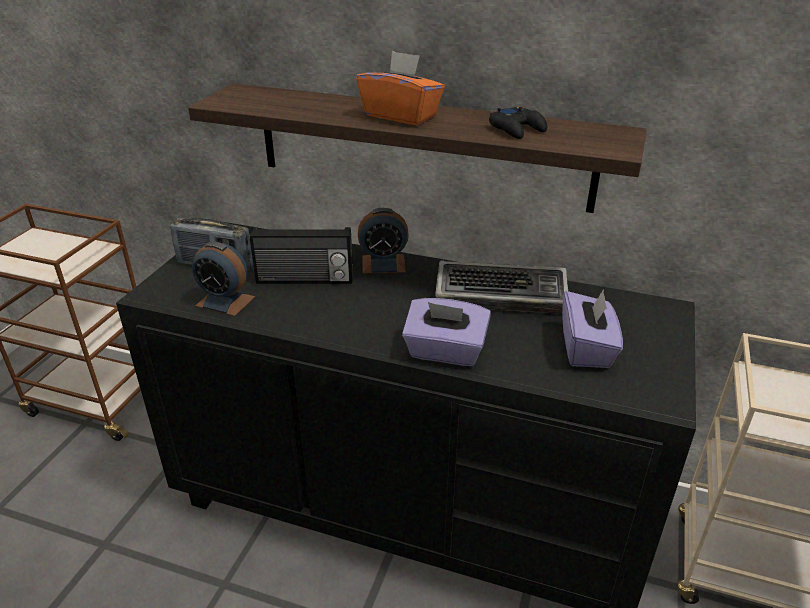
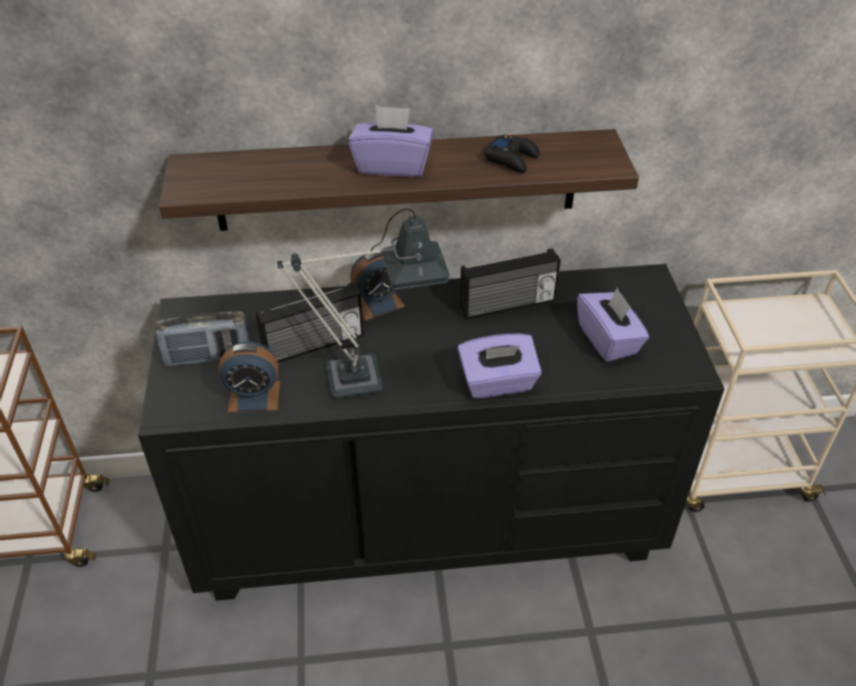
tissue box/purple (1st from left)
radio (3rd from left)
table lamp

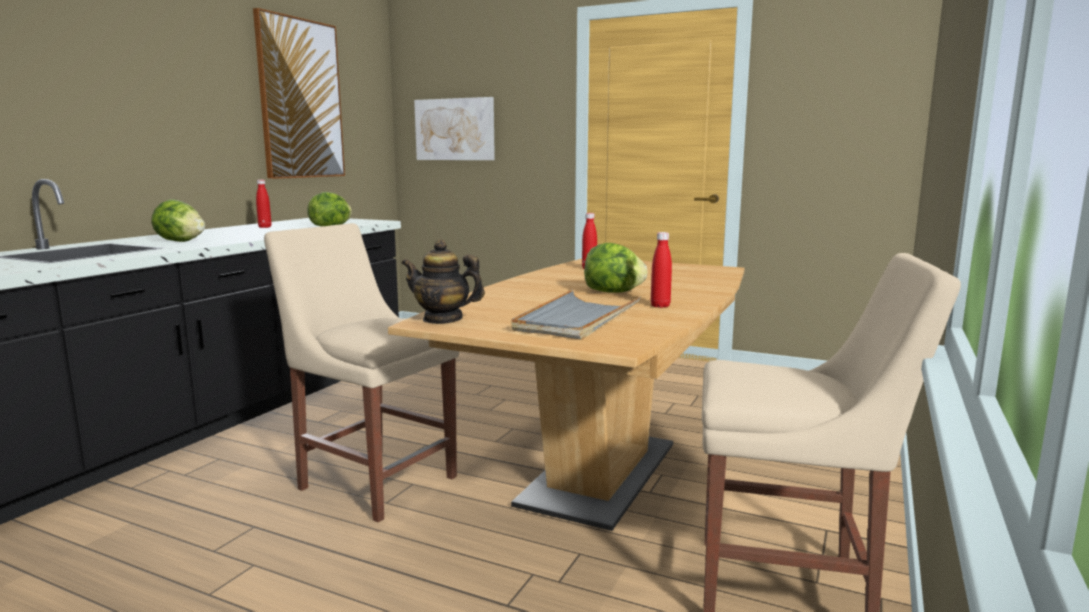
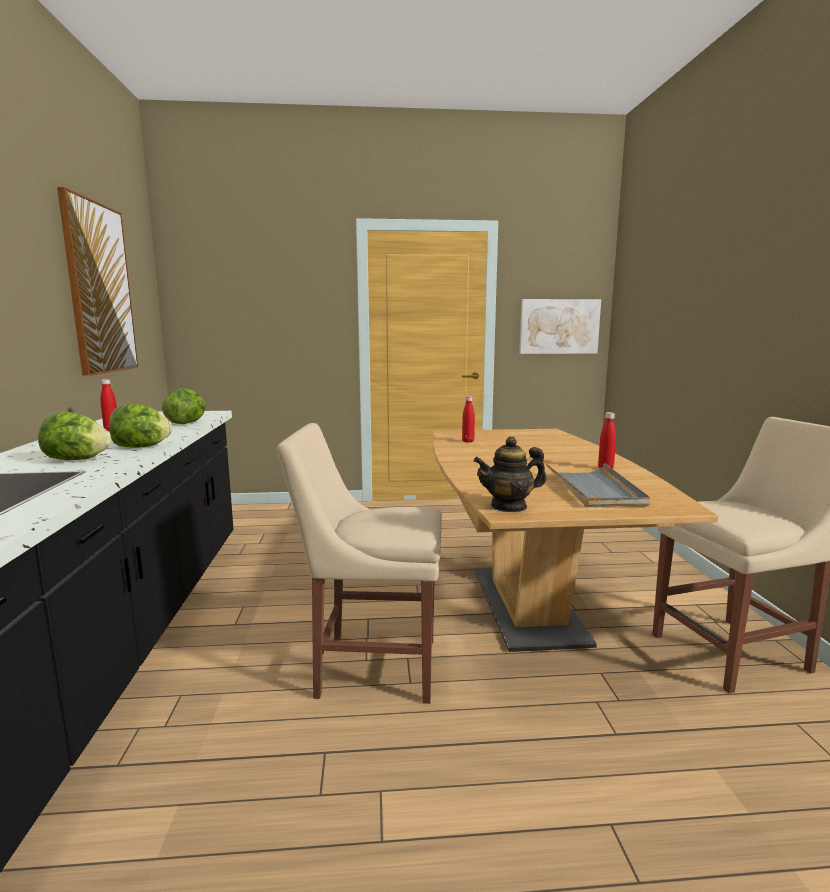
picture (2nd from left)
lettuce (2nd from left)

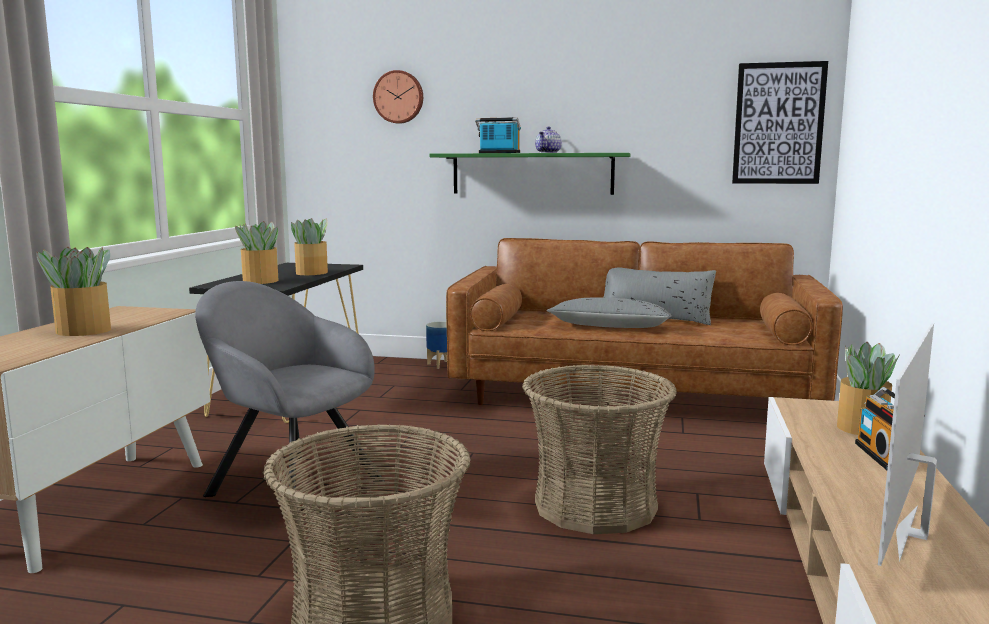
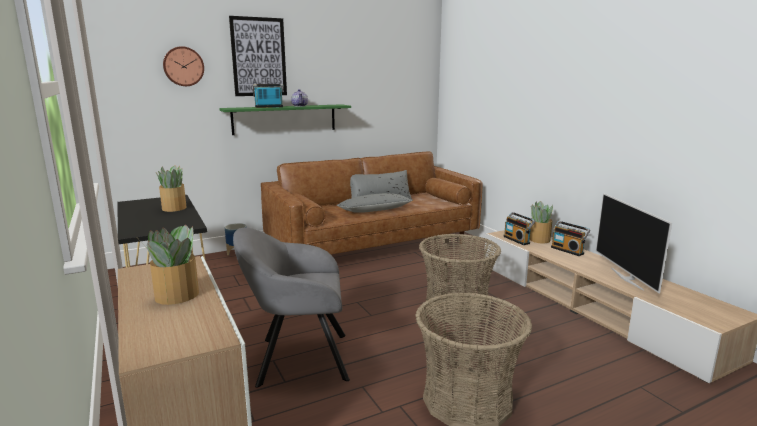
potted plant (2nd from left in the first image)
picture
radio (2nd from left)

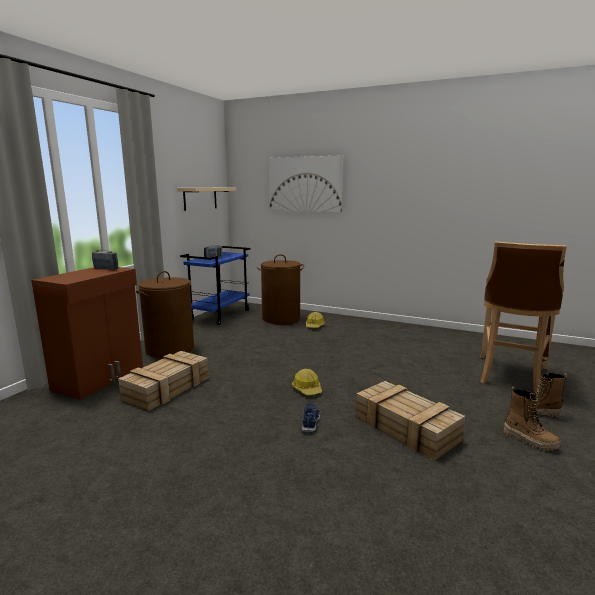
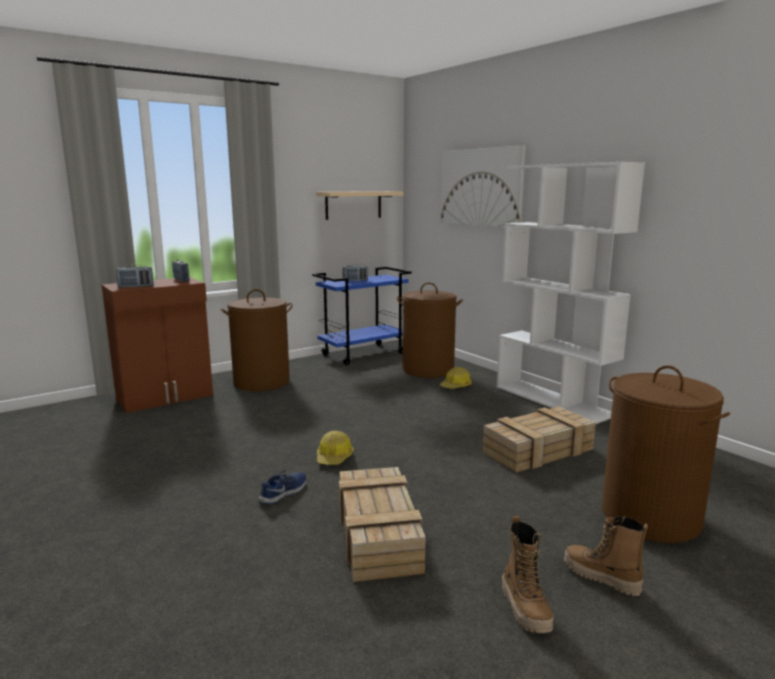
crate (2nd from left)
laundry basket/brown (3rd from left)
radio (1st from left)
bookcase/white

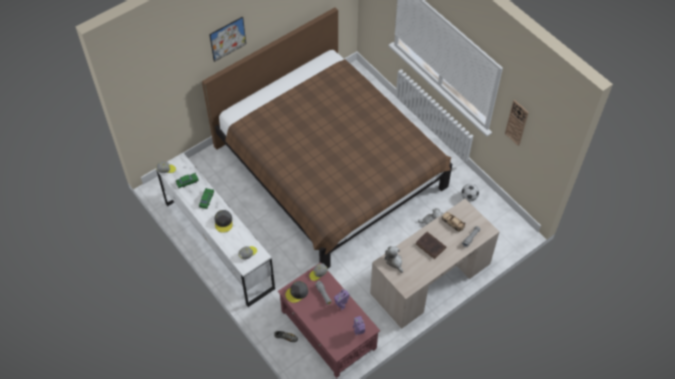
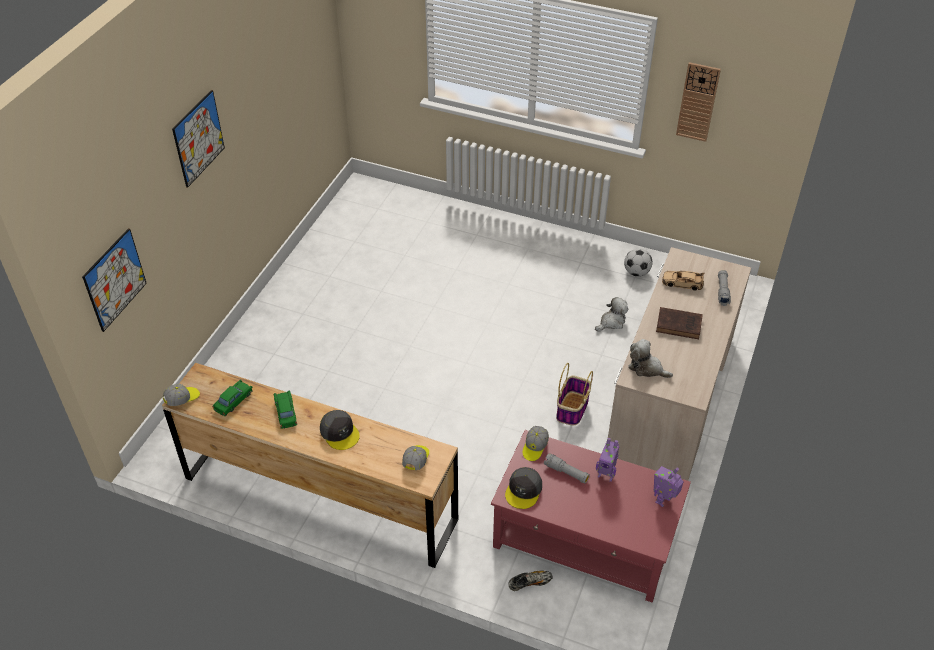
dresser/brown
bed/brown
picture (1st from left)
basket

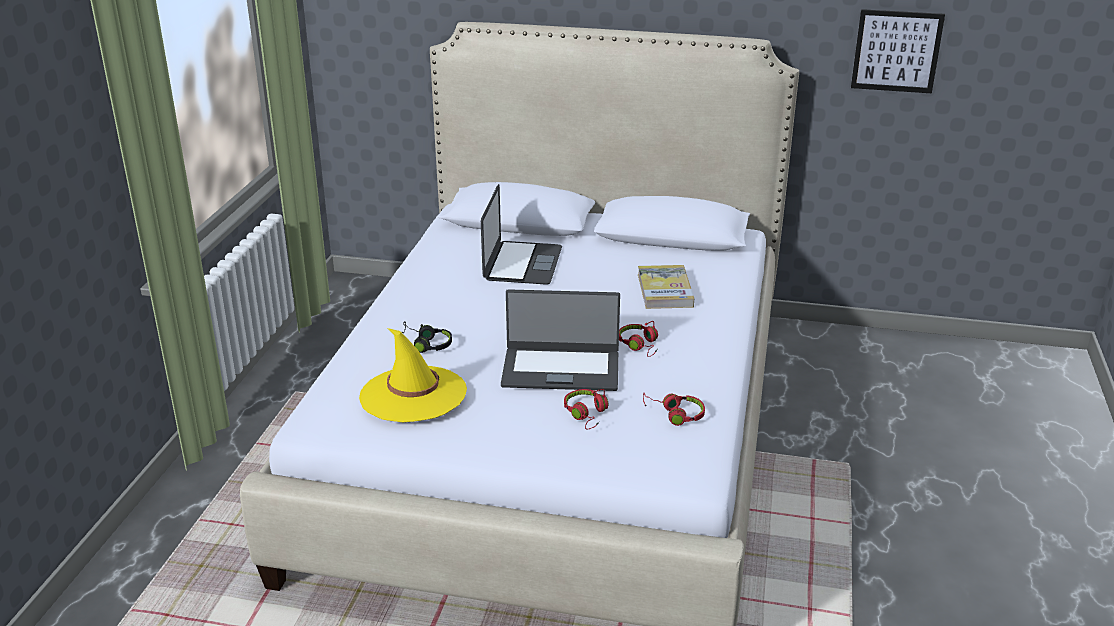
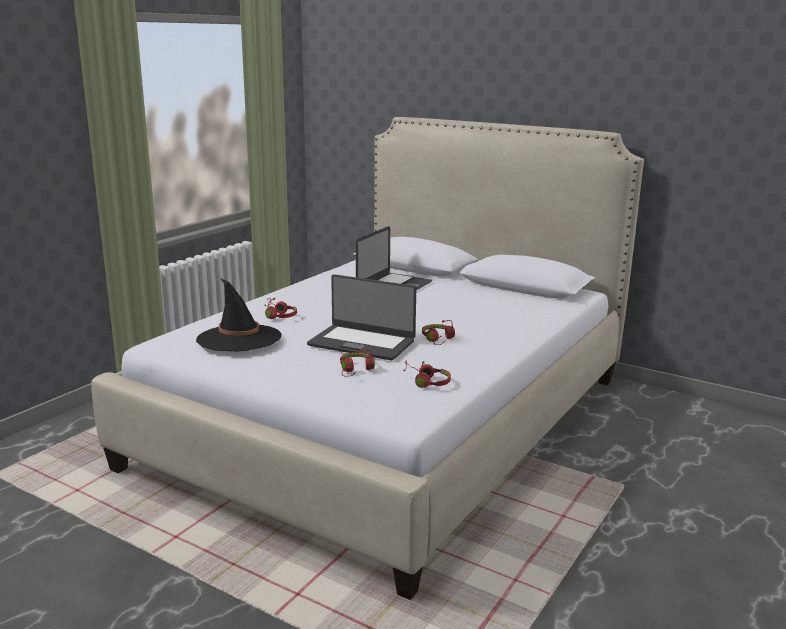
hat/black
headphones/red (1st from left)
book
picture

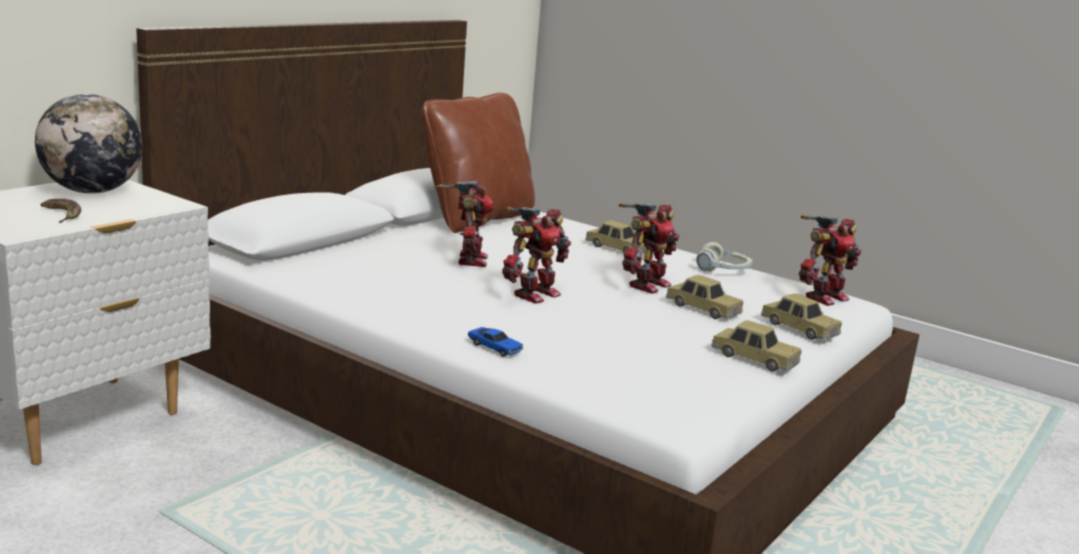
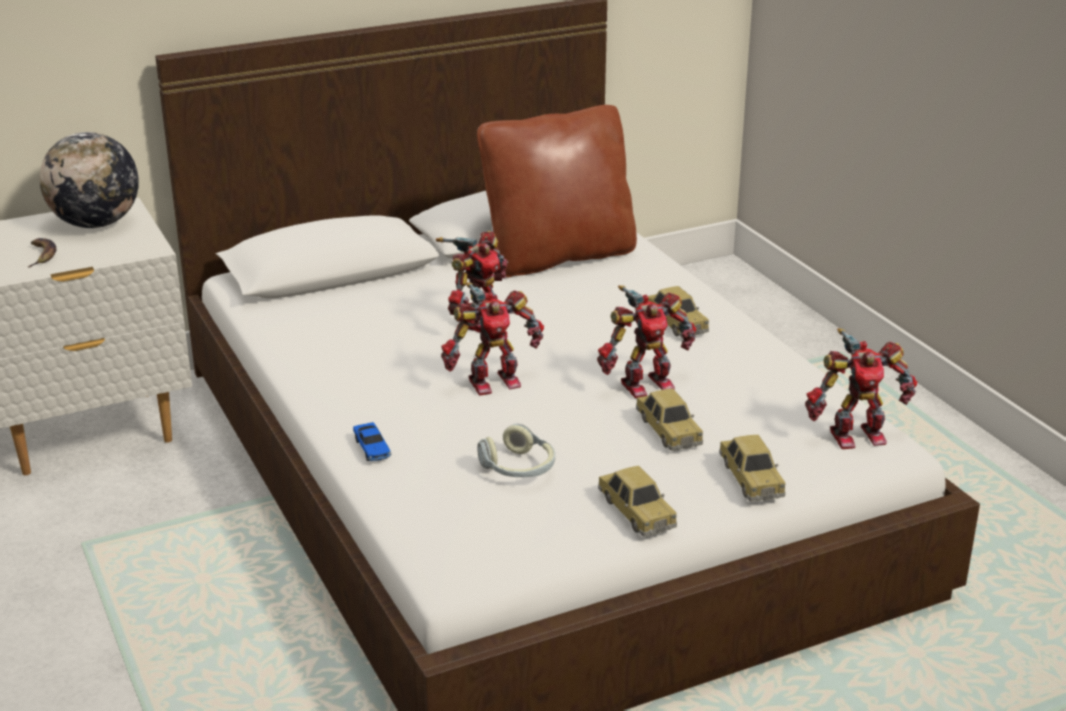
headphones

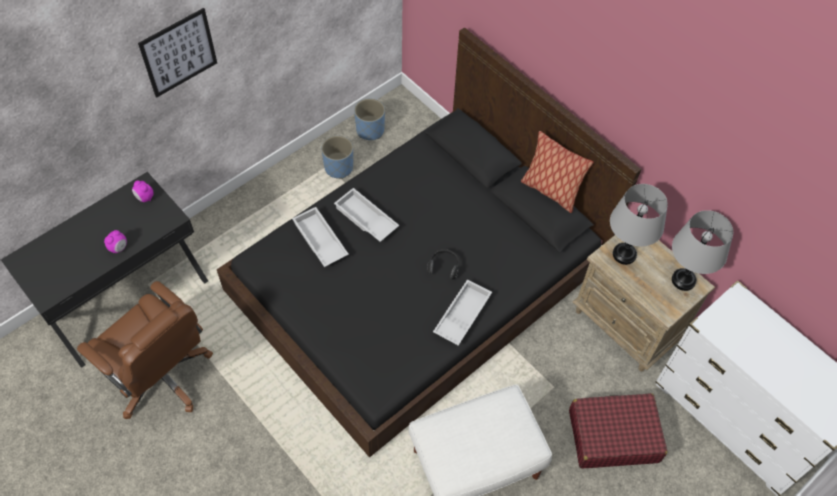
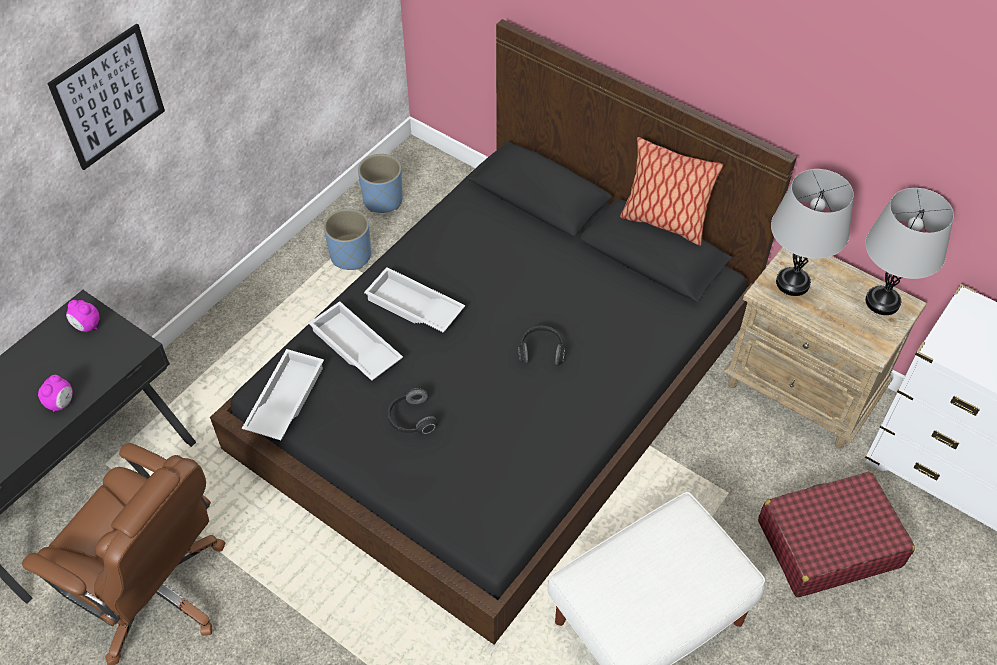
tray/white (1st from left)
headphones (1st from left)

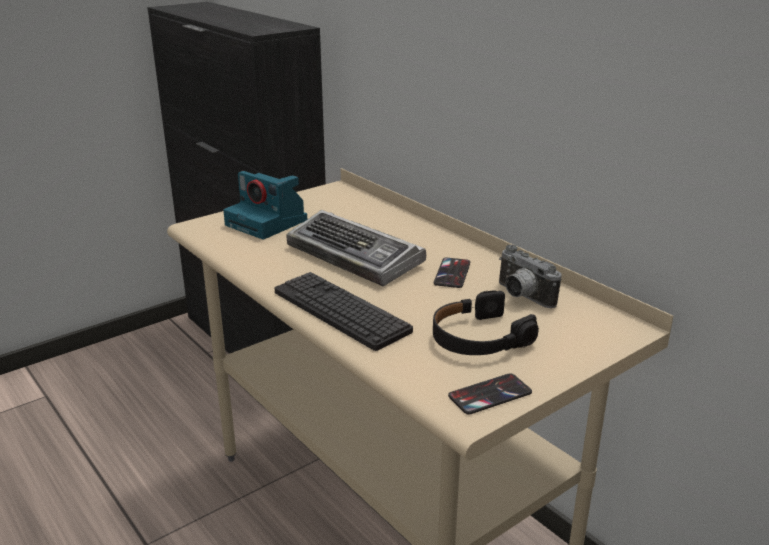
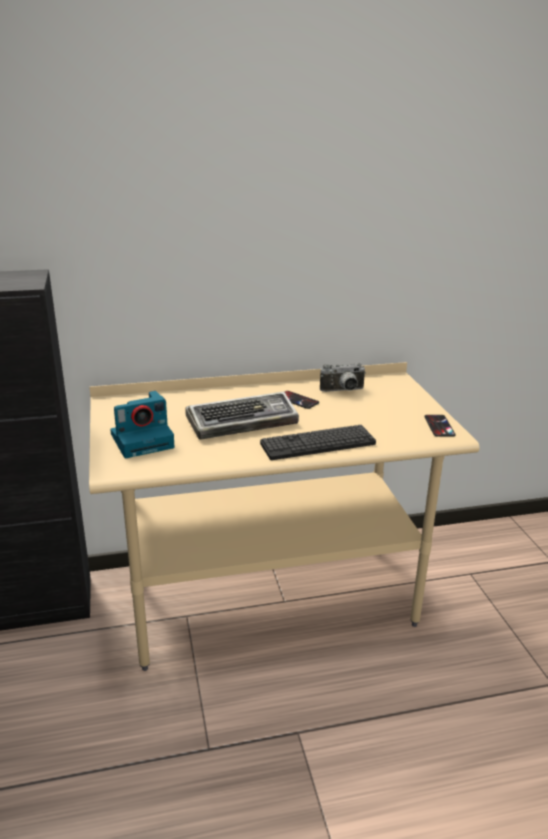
headphones/black

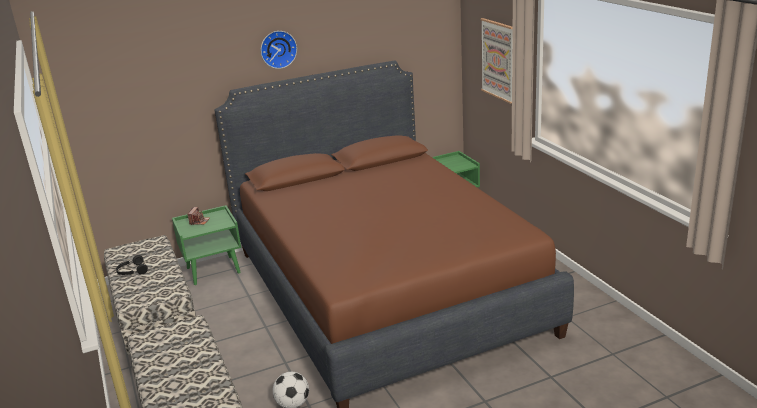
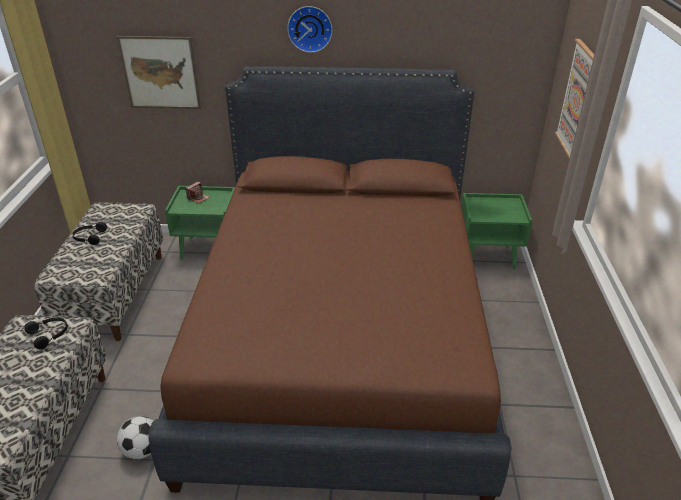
headphones/black (1st from left)
picture (1st from left)

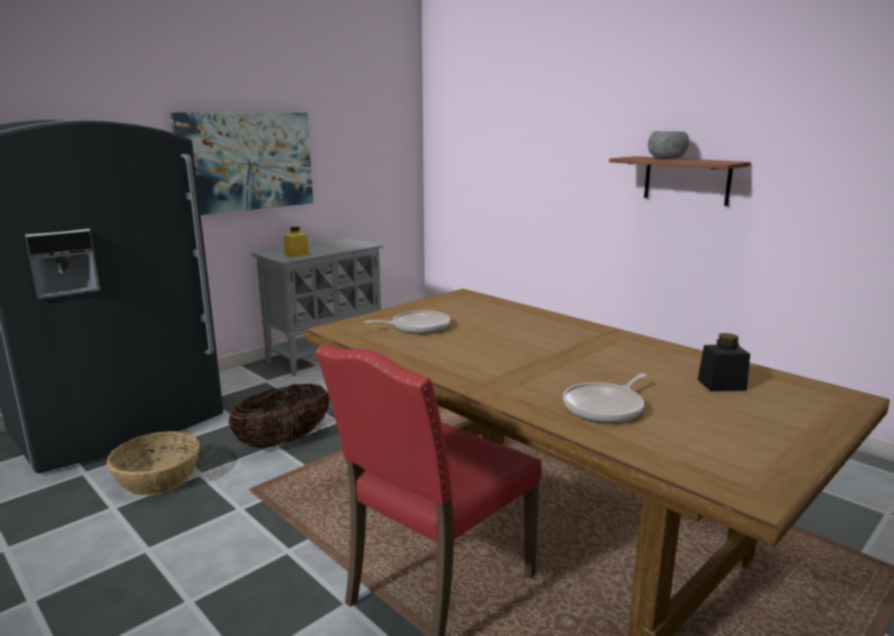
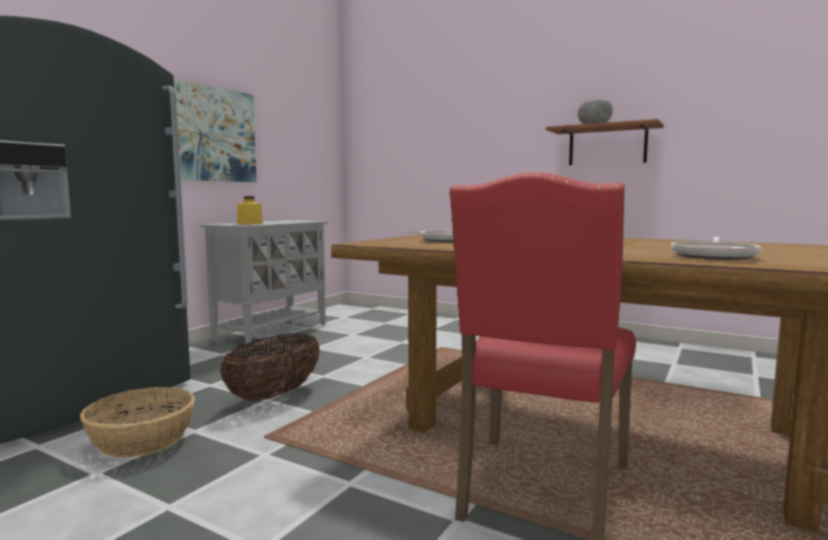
jar/black

